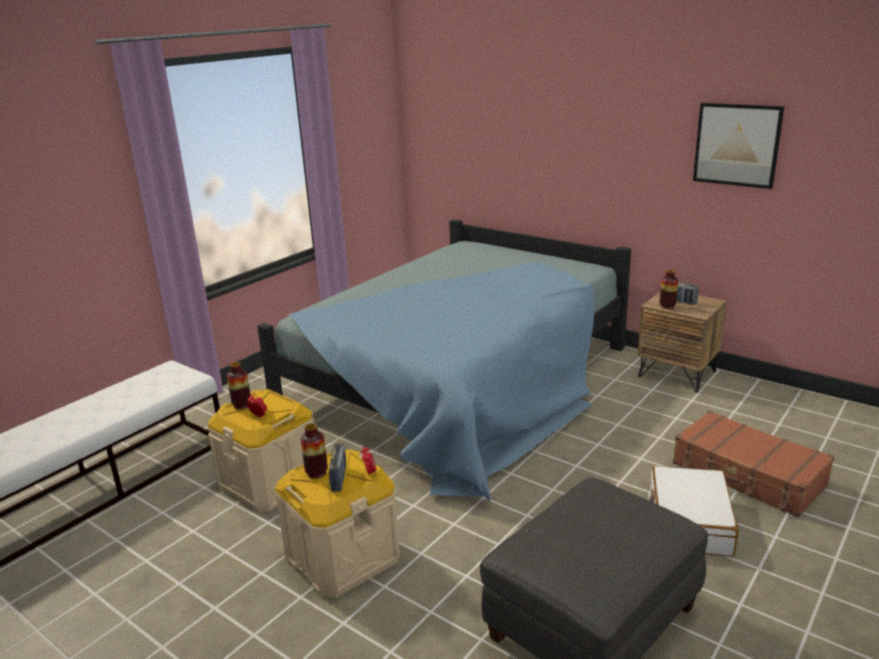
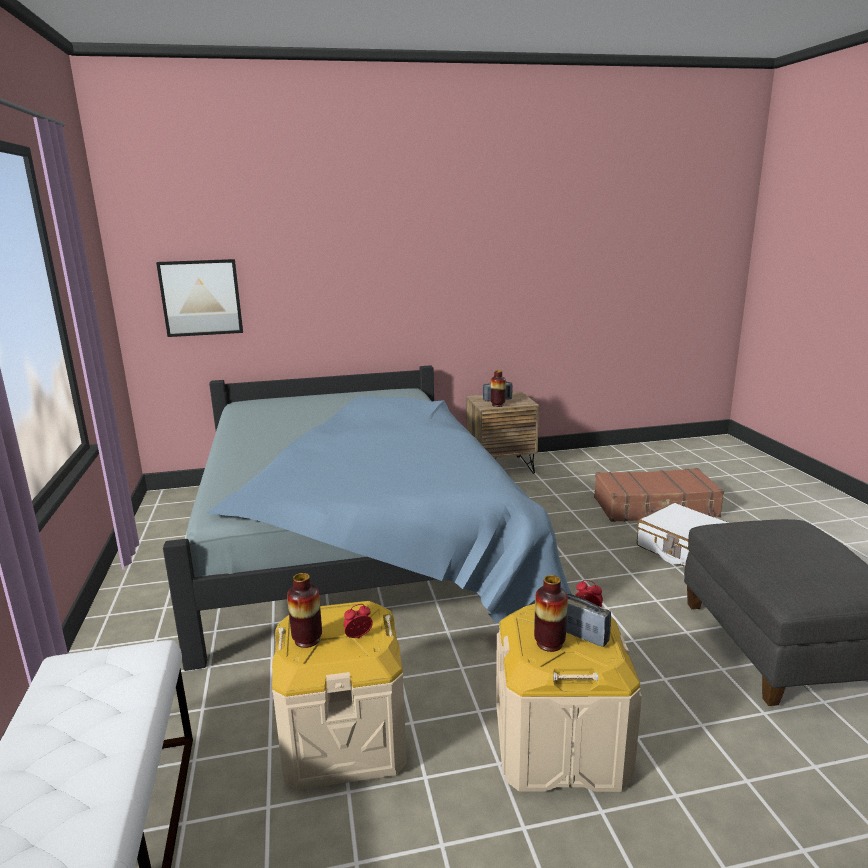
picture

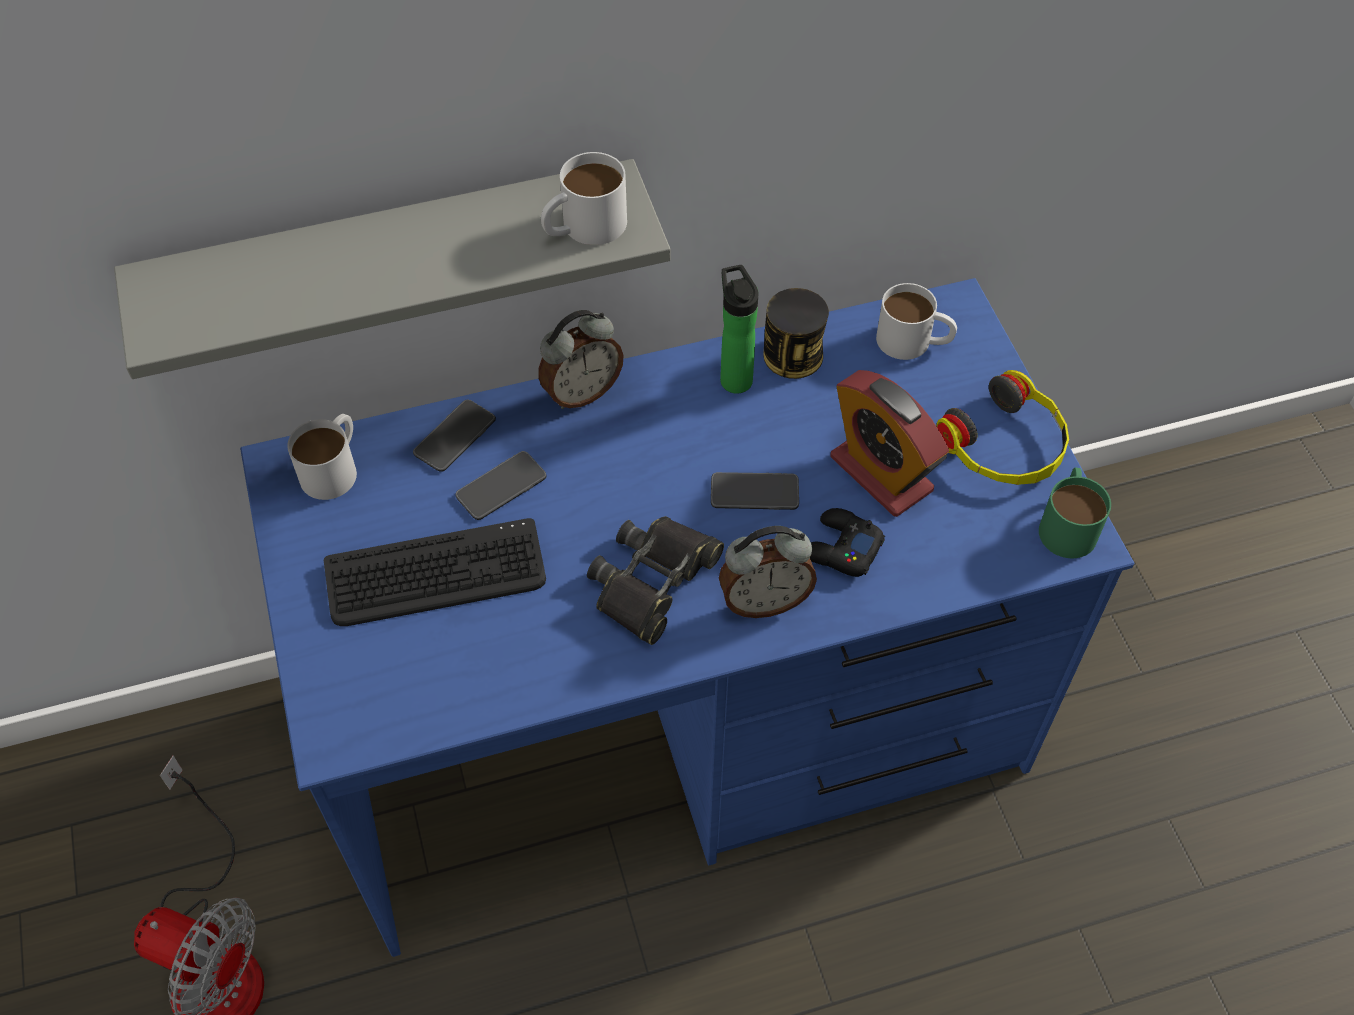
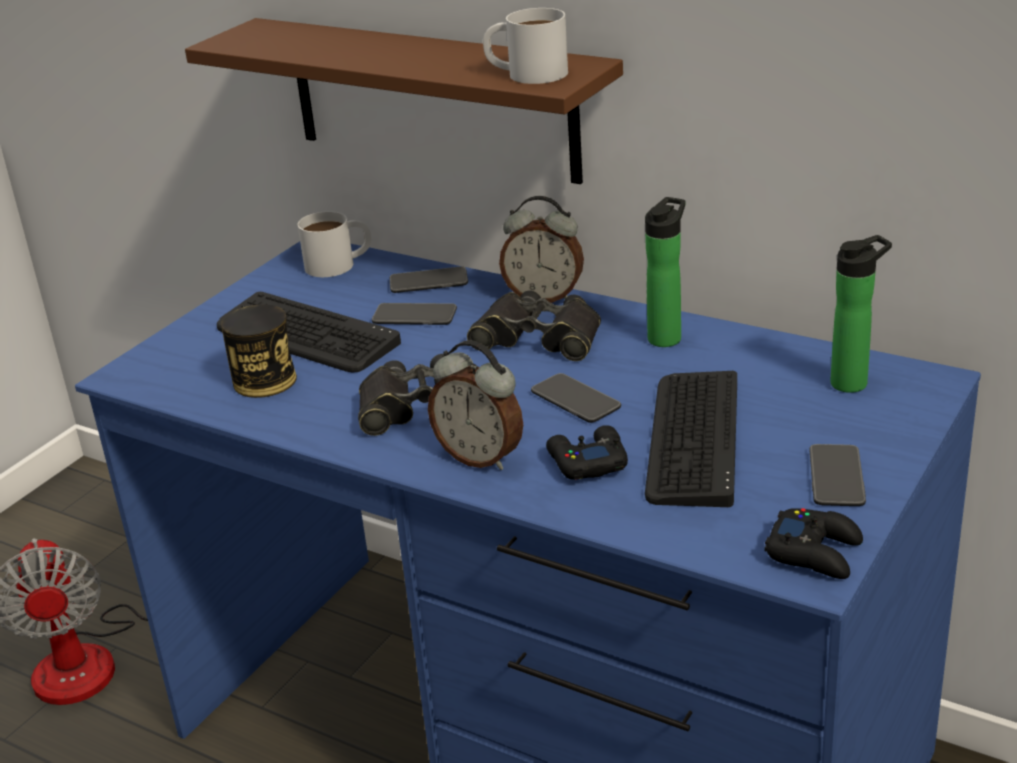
shelf/brown
can
keyboard (2nd from left)
bottle (2nd from left)
phone (4th from left)
game controller/black (2nd from left)
binoculars/black (2nd from left)

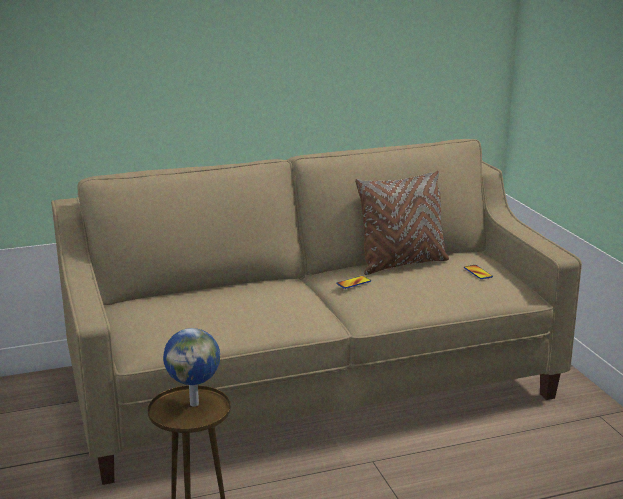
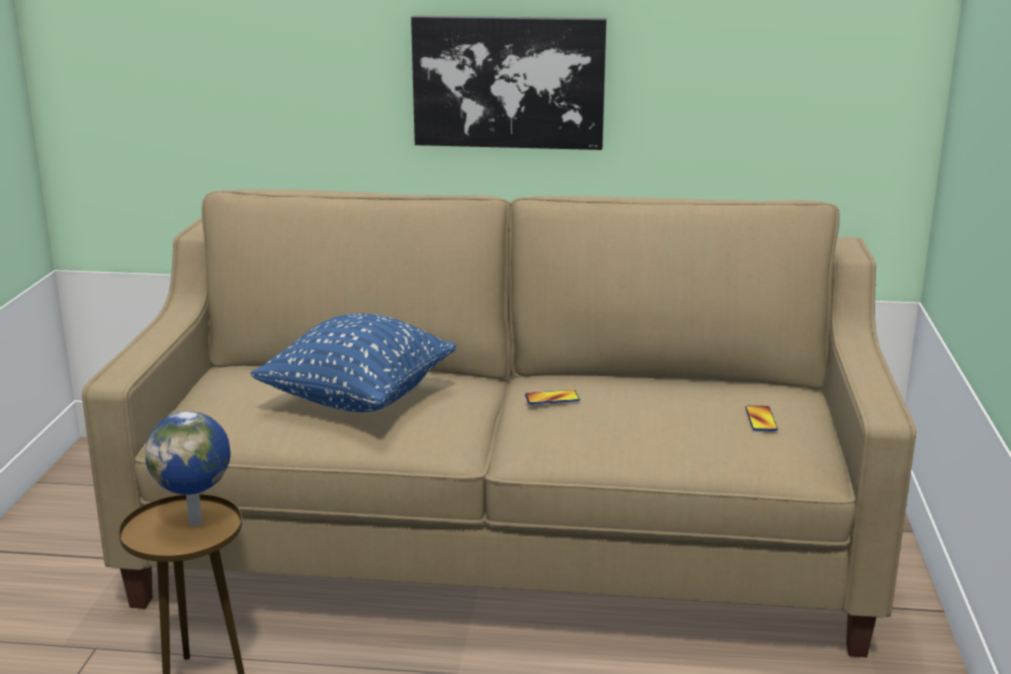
pillow/brown
pillow/blue
picture

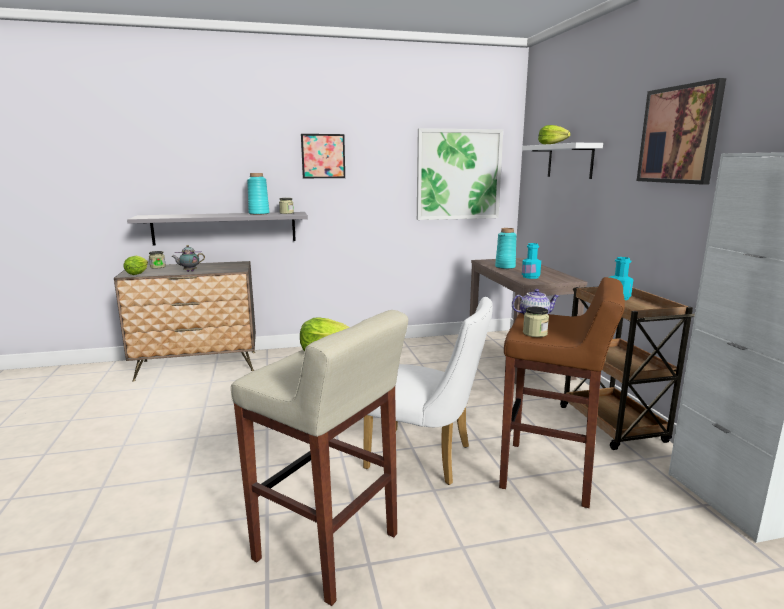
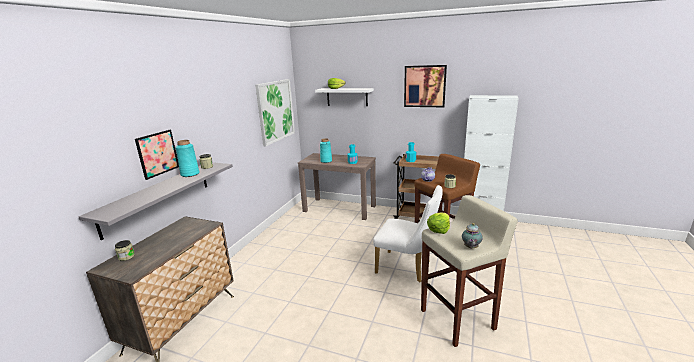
lettuce (1st from left in the first image)
teapot (2nd from left)
picture (1st from left)
chair/white

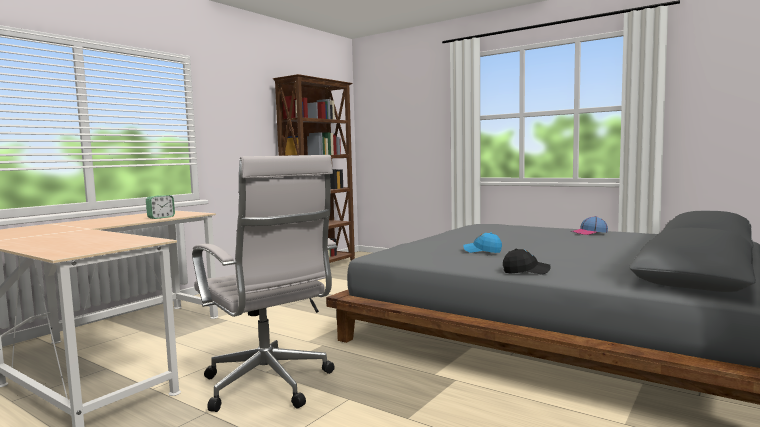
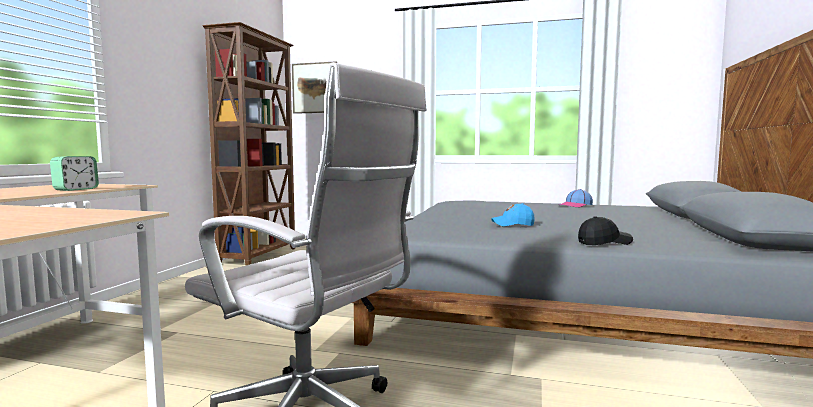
picture

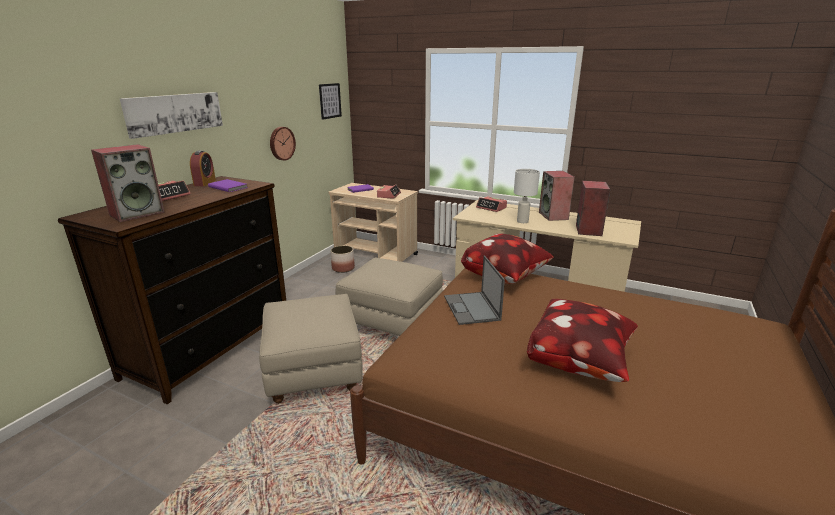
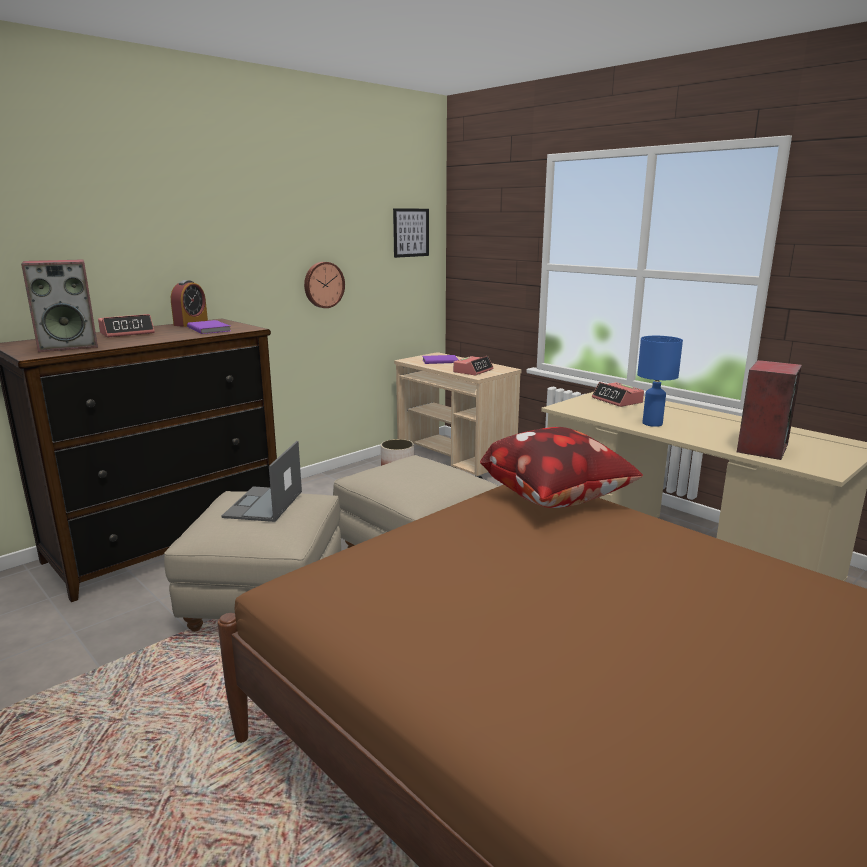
picture (1st from left in the first image)
laptop
table lamp/blue
pillow (2nd from left in the first image)
speaker (2nd from left in the first image)

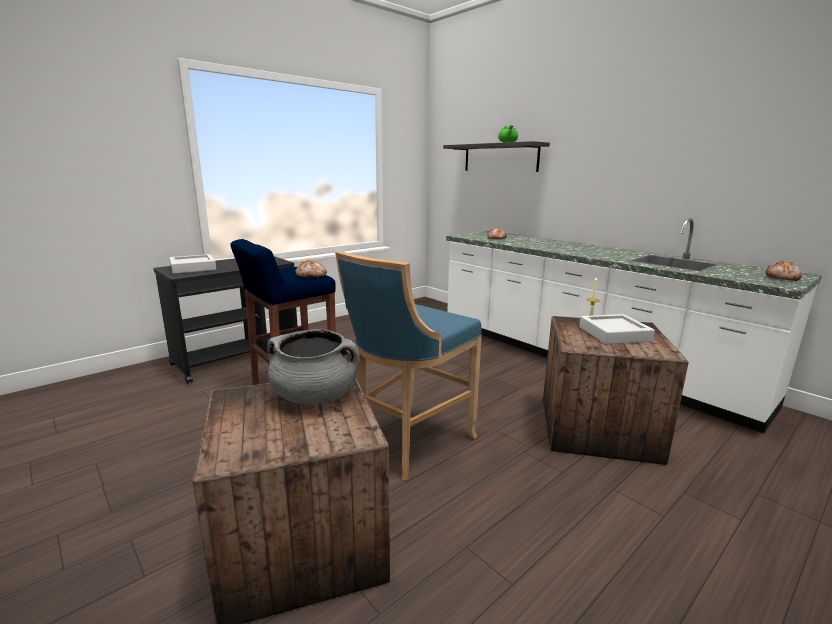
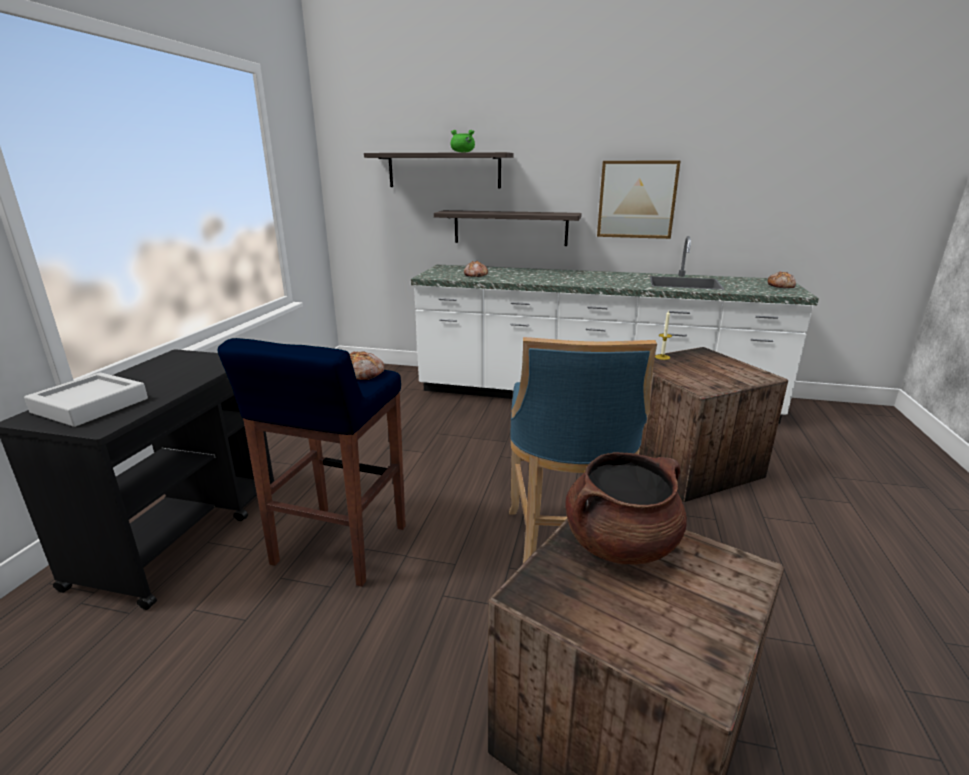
cooking pot/brown
tray/grey (2nd from left in the first image)
shelf (2nd from left)
picture

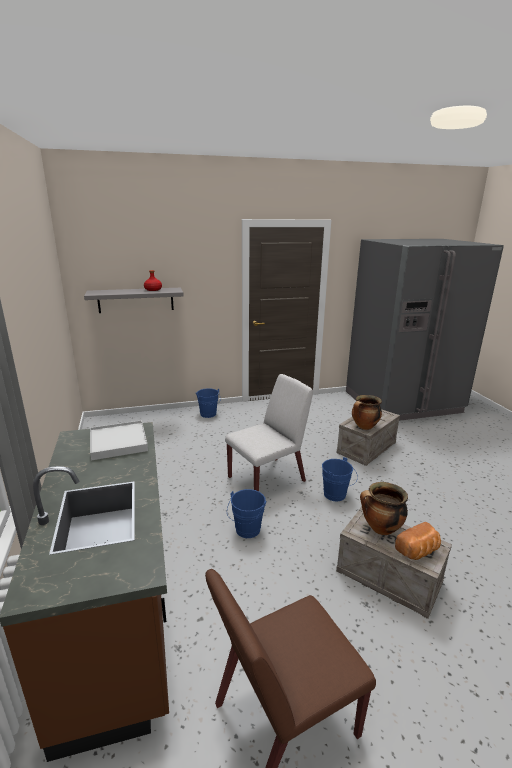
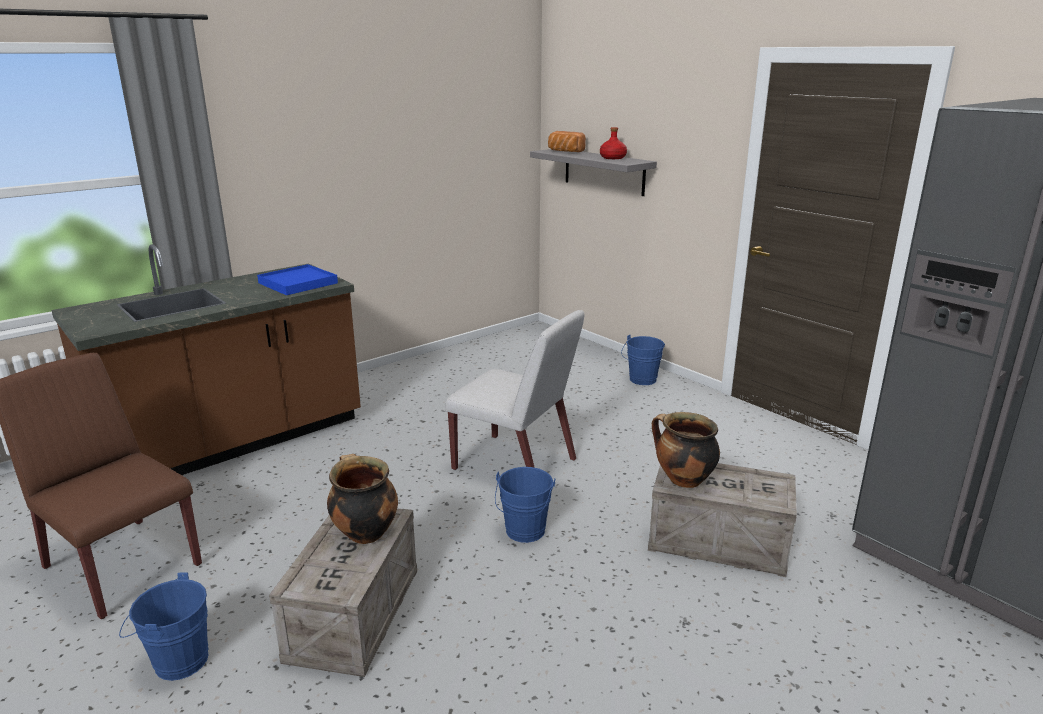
tray/blue
bucket/blue (1st from left)
bread

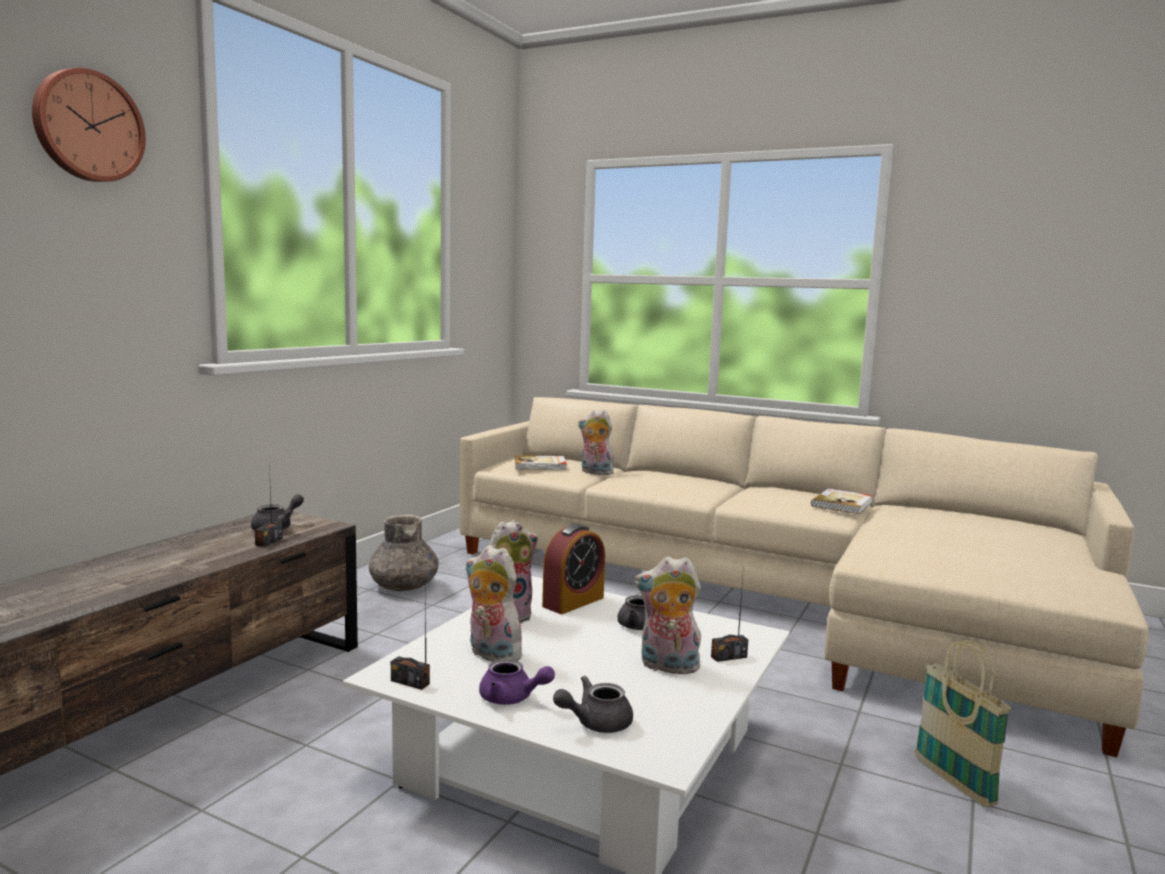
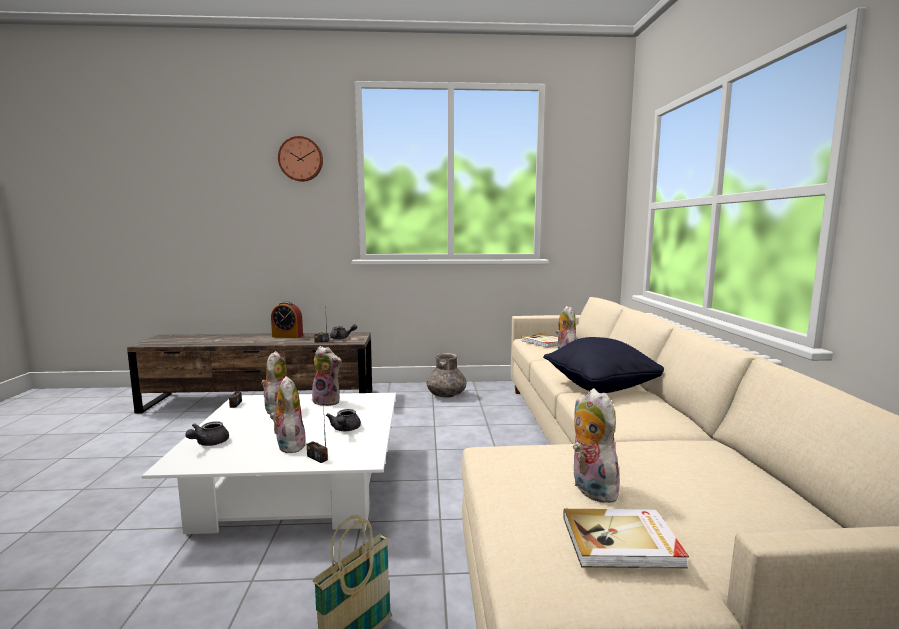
teapot/purple
alarm clock
teapot/grey (1st from left)
book (2nd from left)
pillow/black
plush toy (5th from left)

